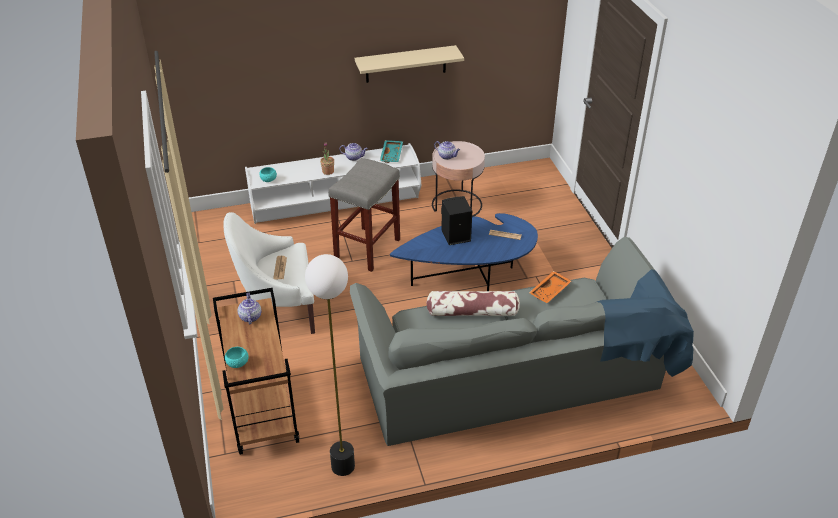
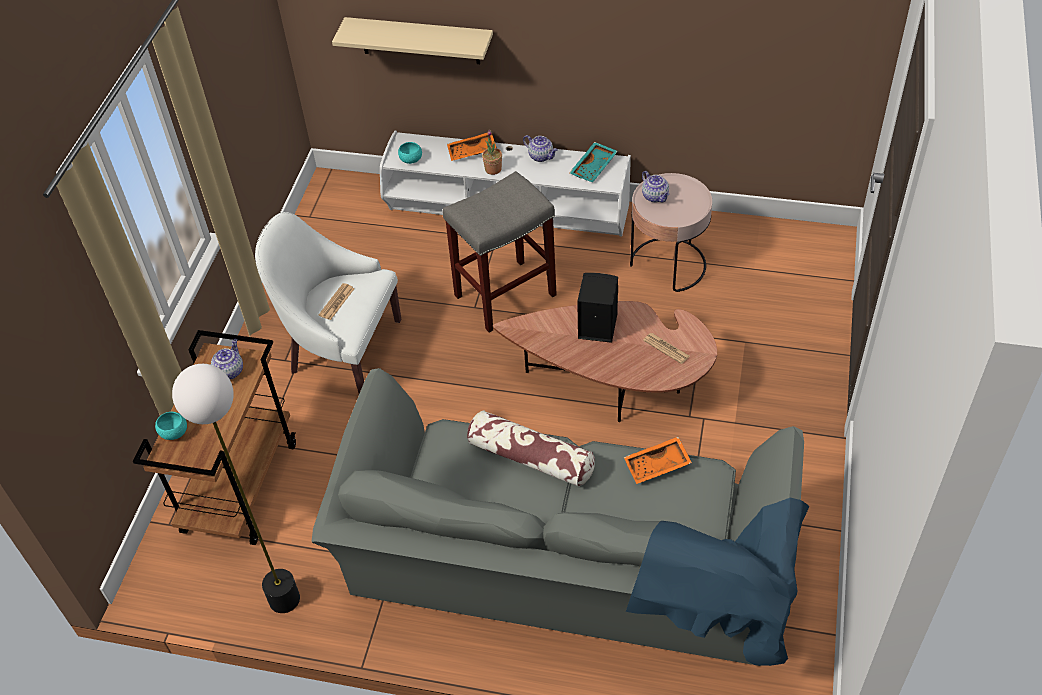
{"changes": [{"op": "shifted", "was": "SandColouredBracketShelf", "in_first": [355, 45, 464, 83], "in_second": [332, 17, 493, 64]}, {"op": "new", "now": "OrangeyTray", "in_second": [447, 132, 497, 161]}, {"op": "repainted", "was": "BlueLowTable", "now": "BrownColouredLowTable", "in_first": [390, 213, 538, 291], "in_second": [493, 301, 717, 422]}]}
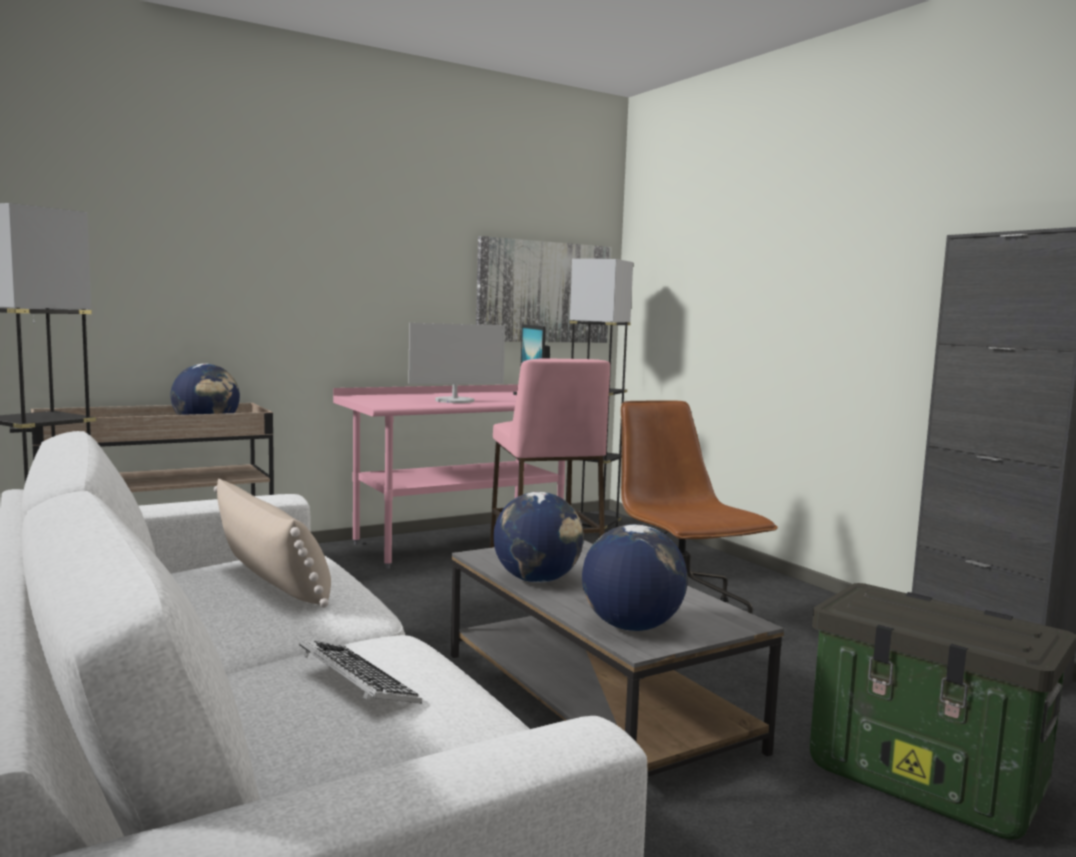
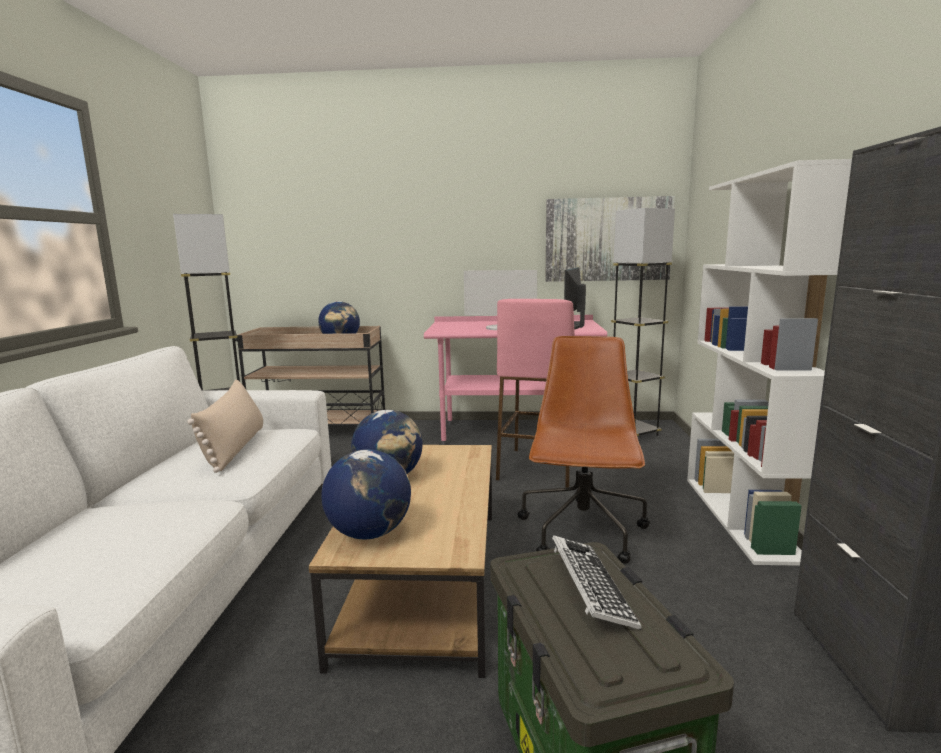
{"changes": [{"op": "repainted", "was": "GrayLowTable", "now": "BrownColouredLowTable", "in_first": [451, 540, 784, 777], "in_second": [309, 445, 492, 678]}, {"op": "shifted", "was": "Keyboard", "in_first": [298, 640, 422, 704], "in_second": [552, 535, 642, 630]}, {"op": "new", "now": "WhiteColouredShelvingUnit", "in_second": [687, 159, 852, 566]}]}
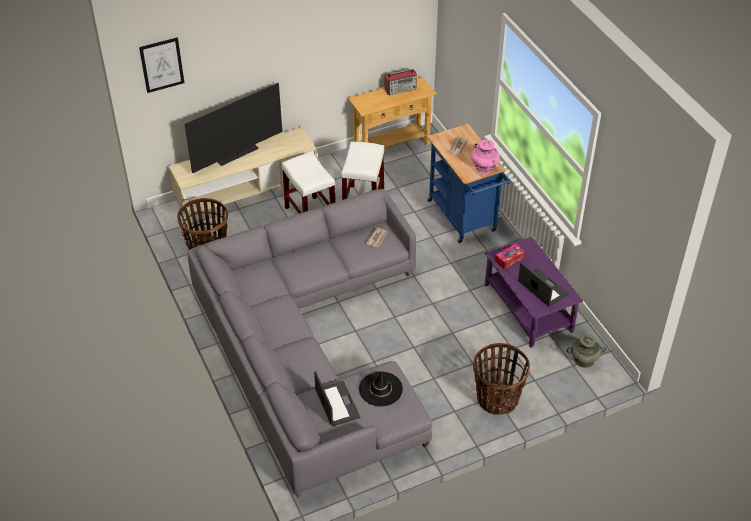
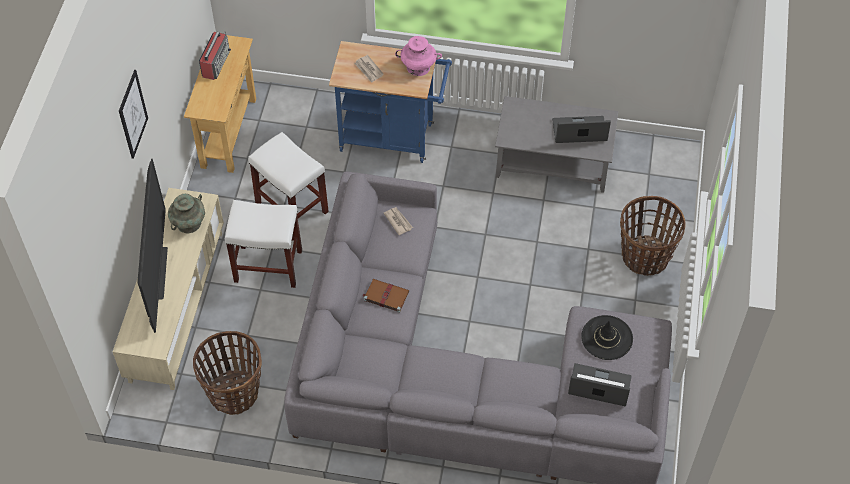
{"changes": [{"op": "shifted", "was": "WallPicture", "in_first": [139, 37, 184, 93], "in_second": [119, 70, 148, 159]}, {"op": "shifted", "was": "TurquoiseDecorativeVase", "in_first": [567, 334, 606, 368], "in_second": [168, 194, 205, 233]}, {"op": "new", "now": "BrownColouredBook", "in_second": [363, 279, 409, 313]}, {"op": "repainted", "was": "PurpleColouredLowTable", "now": "GrayLowTable", "in_first": [484, 237, 583, 348], "in_second": [495, 96, 618, 193]}, {"op": "gone", "was": "BoxOfTissues", "in_first": [495, 244, 525, 269]}]}
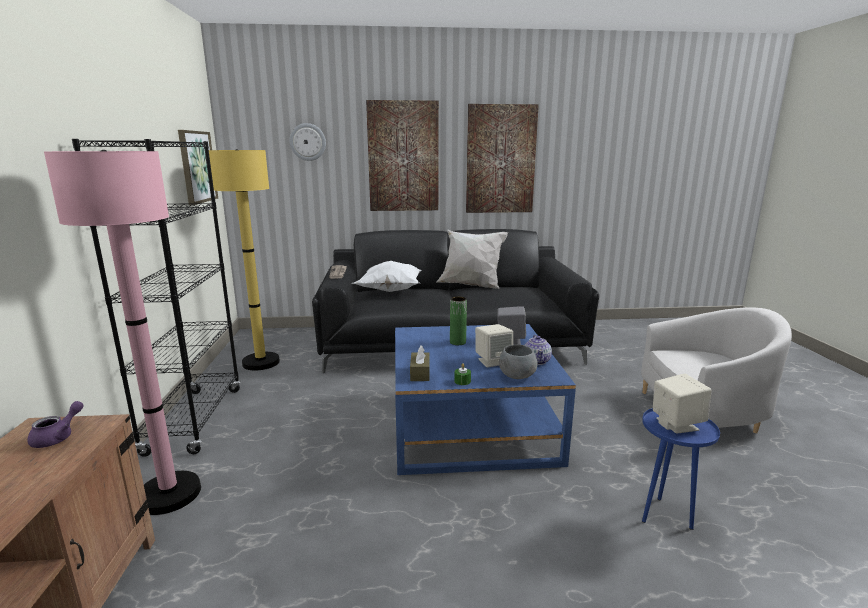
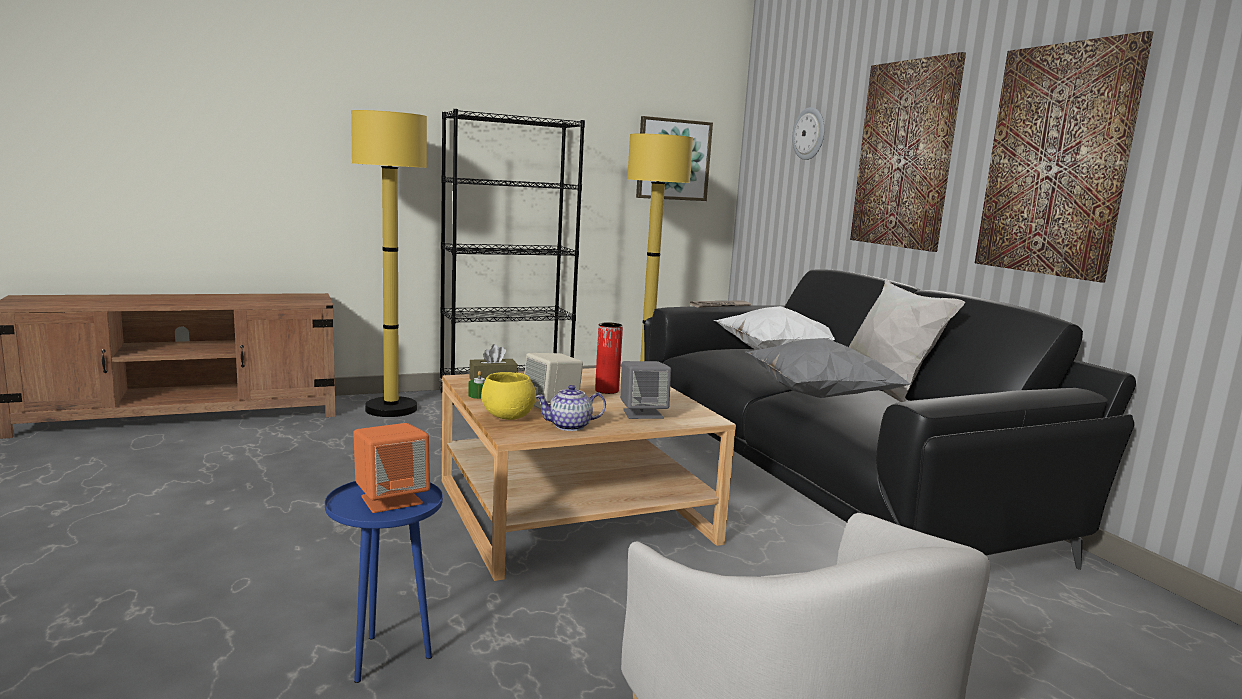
{"changes": [{"op": "repainted", "was": "PinkStandingLamp", "now": "YellowishStandingLamp", "in_first": [44, 150, 201, 515], "in_second": [351, 110, 427, 417]}, {"op": "repainted", "was": "SandColouredLoudspeaker", "now": "OrangeyLoudspeaker", "in_first": [653, 374, 712, 434], "in_second": [353, 423, 430, 513]}, {"op": "repainted", "was": "BlueLowTable", "now": "SandColouredLowTable", "in_first": [395, 324, 576, 475], "in_second": [442, 367, 736, 581]}, {"op": "repainted", "was": "GrayBowl", "now": "YellowishBowl", "in_first": [499, 345, 538, 379], "in_second": [481, 372, 536, 420]}, {"op": "repainted", "was": "GreenColouredDecorativeVase", "now": "ReddishDecorativeVase", "in_first": [450, 296, 467, 345], "in_second": [595, 322, 623, 394]}, {"op": "new", "now": "GrayThrowPillow", "in_second": [746, 338, 912, 398]}, {"op": "gone", "was": "PurpleColouredTeapot", "in_first": [27, 401, 84, 448]}]}
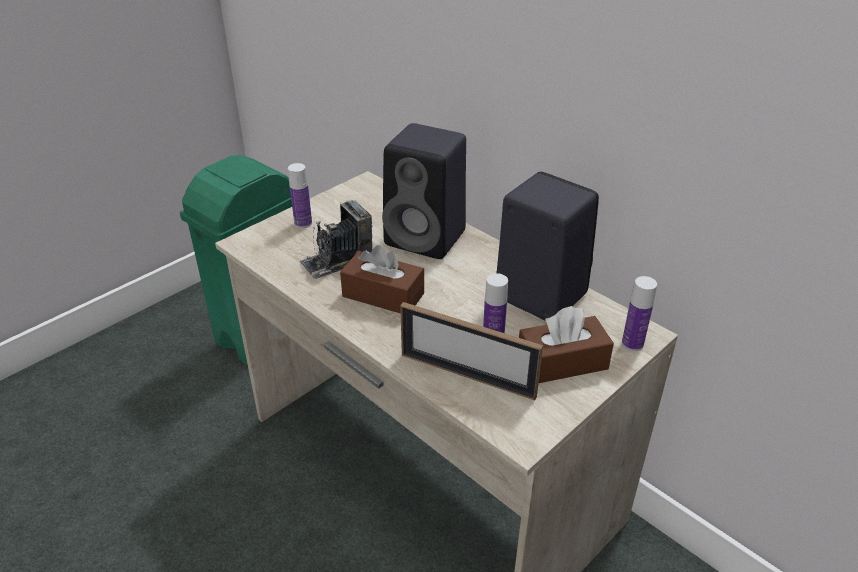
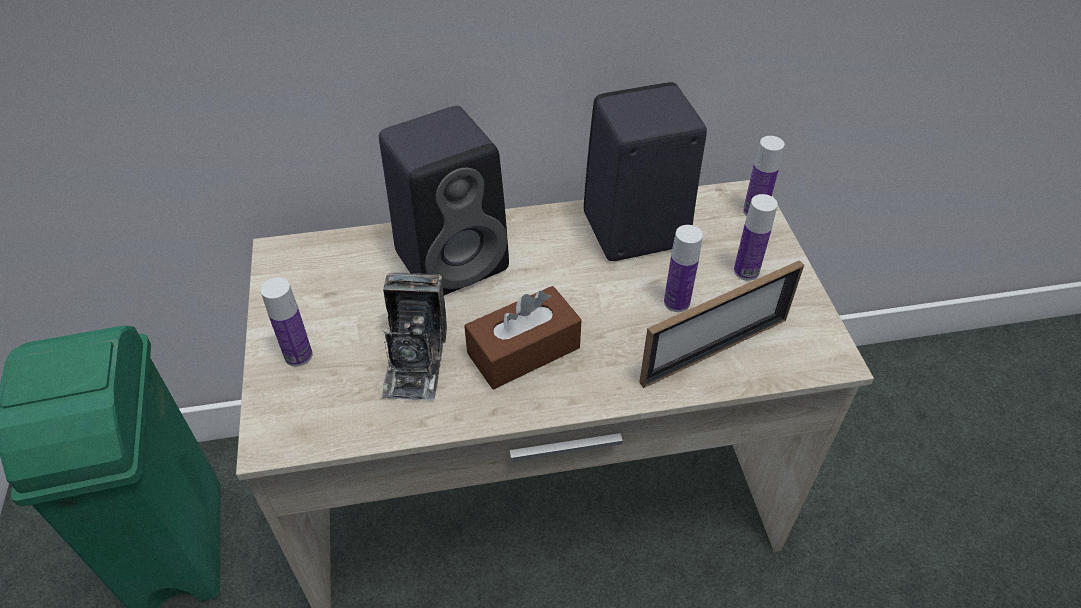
{"changes": [{"op": "swapped", "was": "BrownColouredBoxOfTissues", "now": "Bottle", "in_first": [519, 306, 614, 383], "in_second": [734, 194, 778, 281]}]}
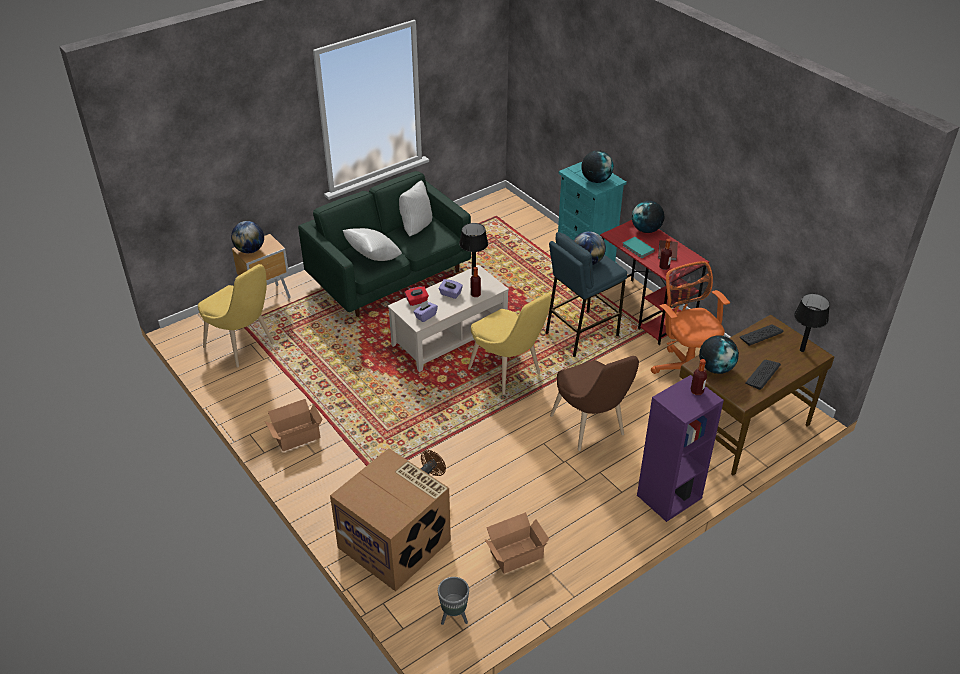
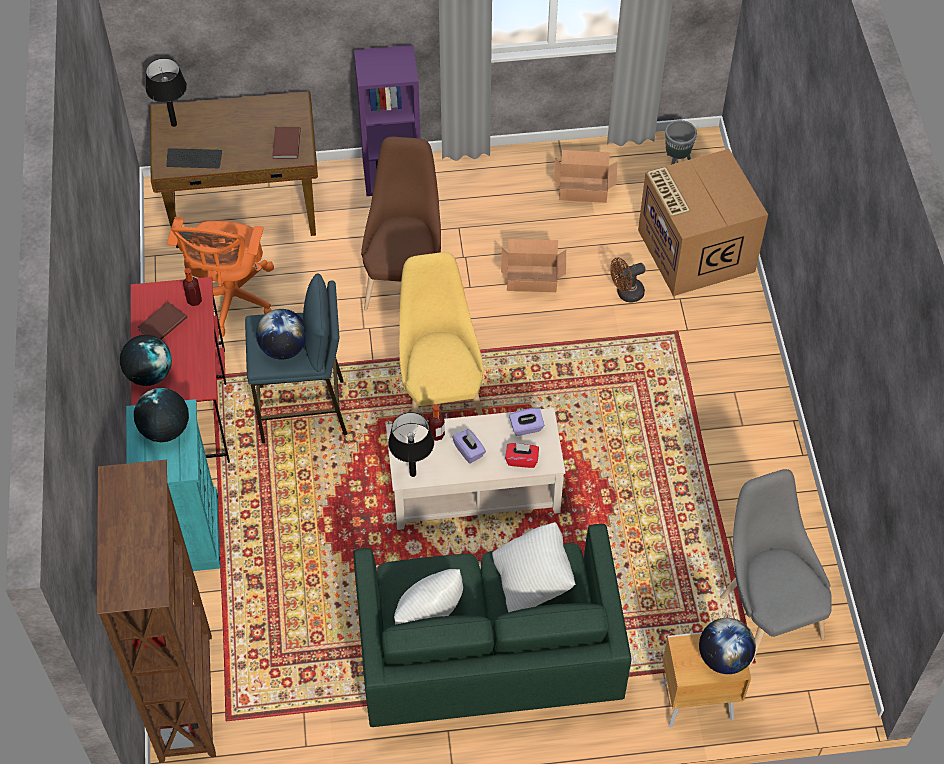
{"changes": [{"op": "new", "now": "BrownColouredShelvingUnit", "in_second": [97, 460, 216, 763]}, {"op": "swapped", "was": "DeskGlobe", "now": "BrownColouredBook", "in_first": [699, 335, 739, 374], "in_second": [272, 127, 301, 159]}, {"op": "shifted", "was": "CardboardBox", "in_first": [265, 399, 323, 451], "in_second": [501, 239, 566, 292]}, {"op": "repainted", "was": "YellowishChair", "now": "GrayChair", "in_first": [198, 264, 274, 368], "in_second": [720, 469, 832, 665]}, {"op": "gone", "was": "TurquoiseBook", "in_first": [622, 237, 655, 258]}, {"op": "gone", "was": "Bottle", "in_first": [691, 359, 707, 395]}, {"op": "gone", "was": "Keyboard", "in_first": [745, 360, 781, 390]}]}
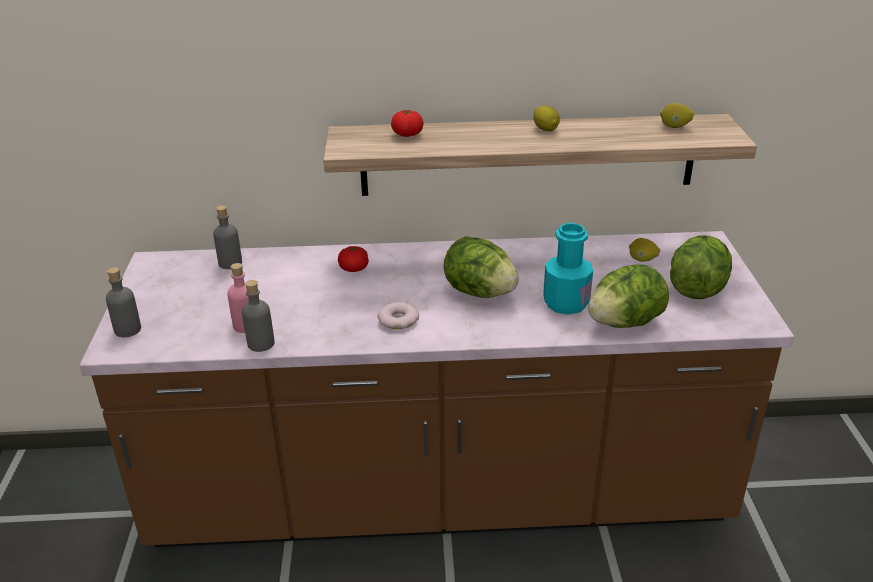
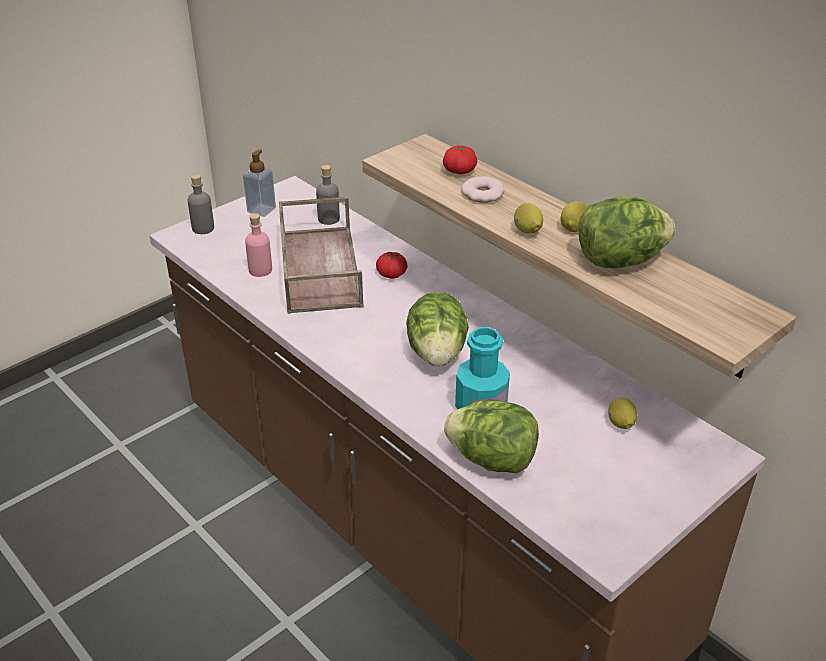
{"changes": [{"op": "new", "now": "SoapBottle", "in_second": [243, 149, 276, 217]}, {"op": "new", "now": "BrownColouredTray", "in_second": [279, 197, 364, 314]}, {"op": "shifted", "was": "Donut", "in_first": [377, 302, 419, 329], "in_second": [461, 176, 505, 203]}, {"op": "shifted", "was": "Lemon", "in_first": [660, 103, 694, 128], "in_second": [514, 203, 543, 234]}, {"op": "shifted", "was": "HeadOfLettuce", "in_first": [670, 235, 732, 299], "in_second": [578, 197, 675, 268]}, {"op": "gone", "was": "GrayBottle", "in_first": [242, 280, 275, 352]}]}
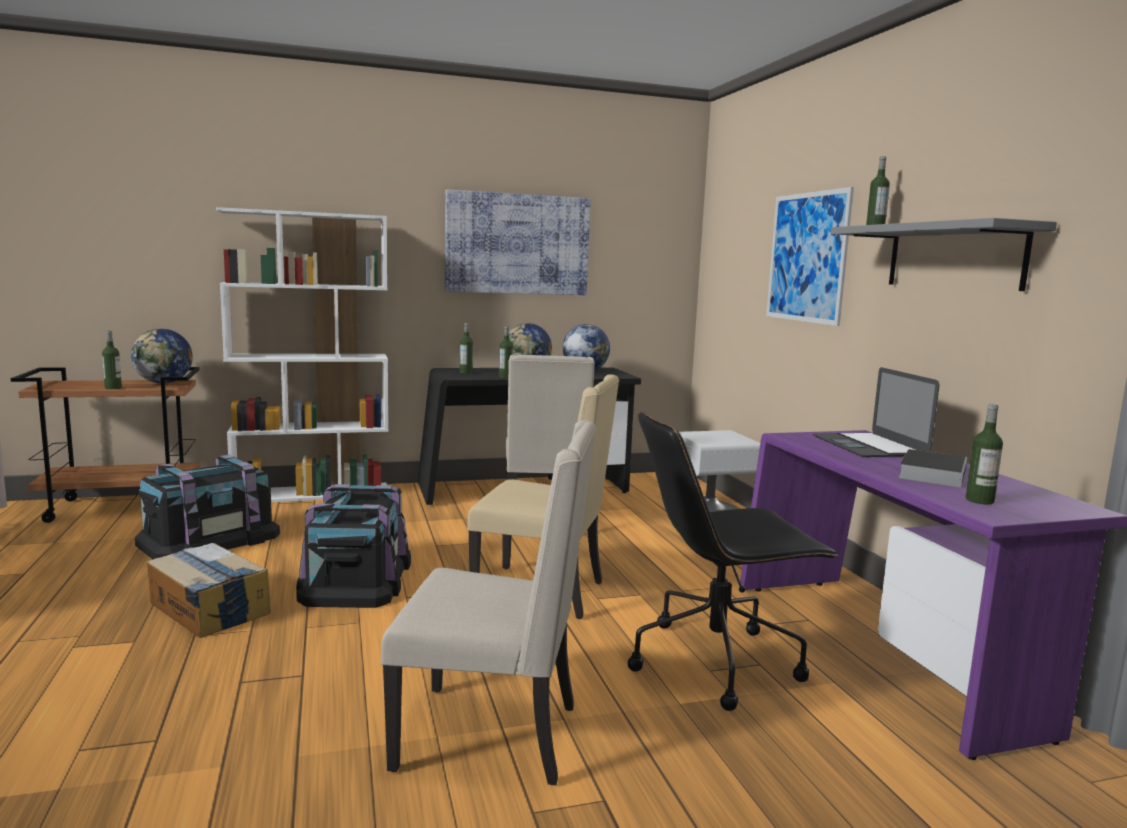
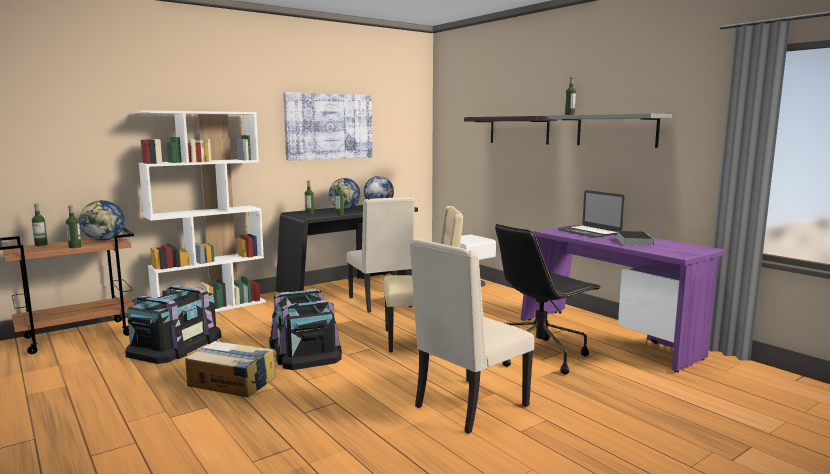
{"changes": [{"op": "shifted", "was": "Bottle", "in_first": [966, 404, 1003, 504], "in_second": [32, 204, 48, 246]}, {"op": "rotated", "was": "SandColouredChair", "in_first": [381, 420, 596, 785], "in_second": [409, 238, 534, 434], "clockwise": 150}, {"op": "swapped", "was": "WallPicture", "now": "BracketShelf", "in_first": [766, 187, 854, 326], "in_second": [464, 116, 558, 145]}]}
